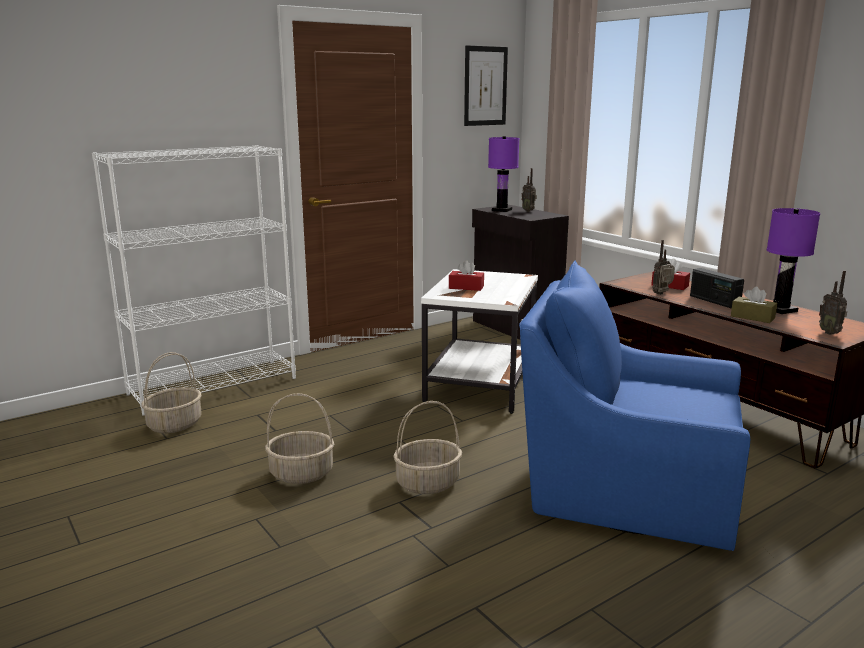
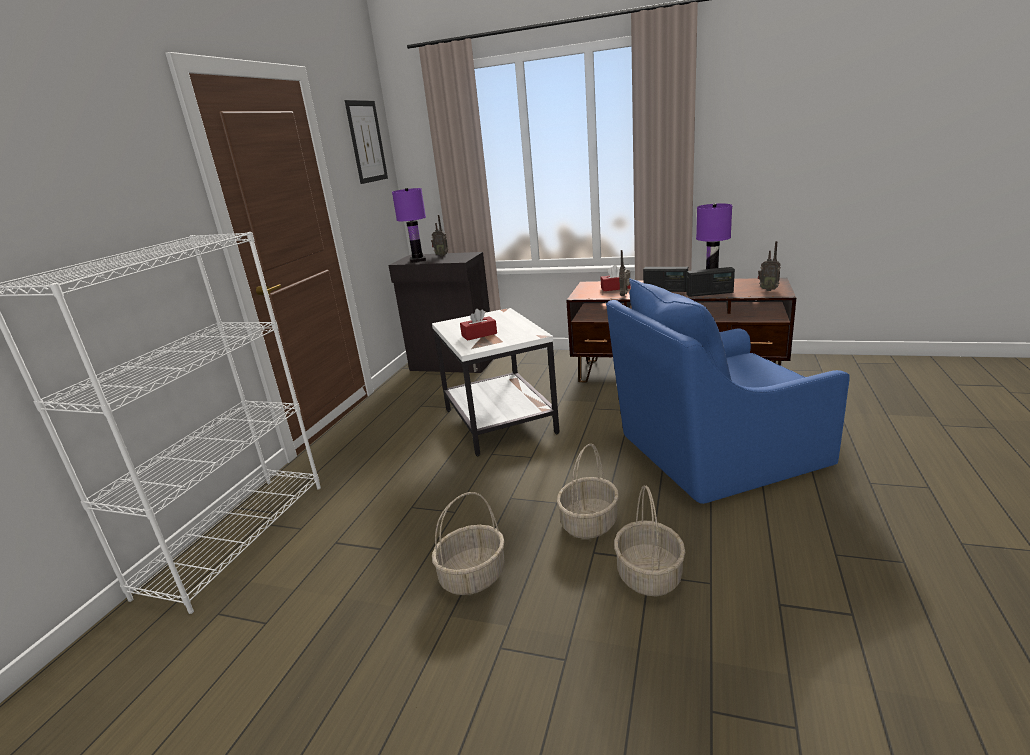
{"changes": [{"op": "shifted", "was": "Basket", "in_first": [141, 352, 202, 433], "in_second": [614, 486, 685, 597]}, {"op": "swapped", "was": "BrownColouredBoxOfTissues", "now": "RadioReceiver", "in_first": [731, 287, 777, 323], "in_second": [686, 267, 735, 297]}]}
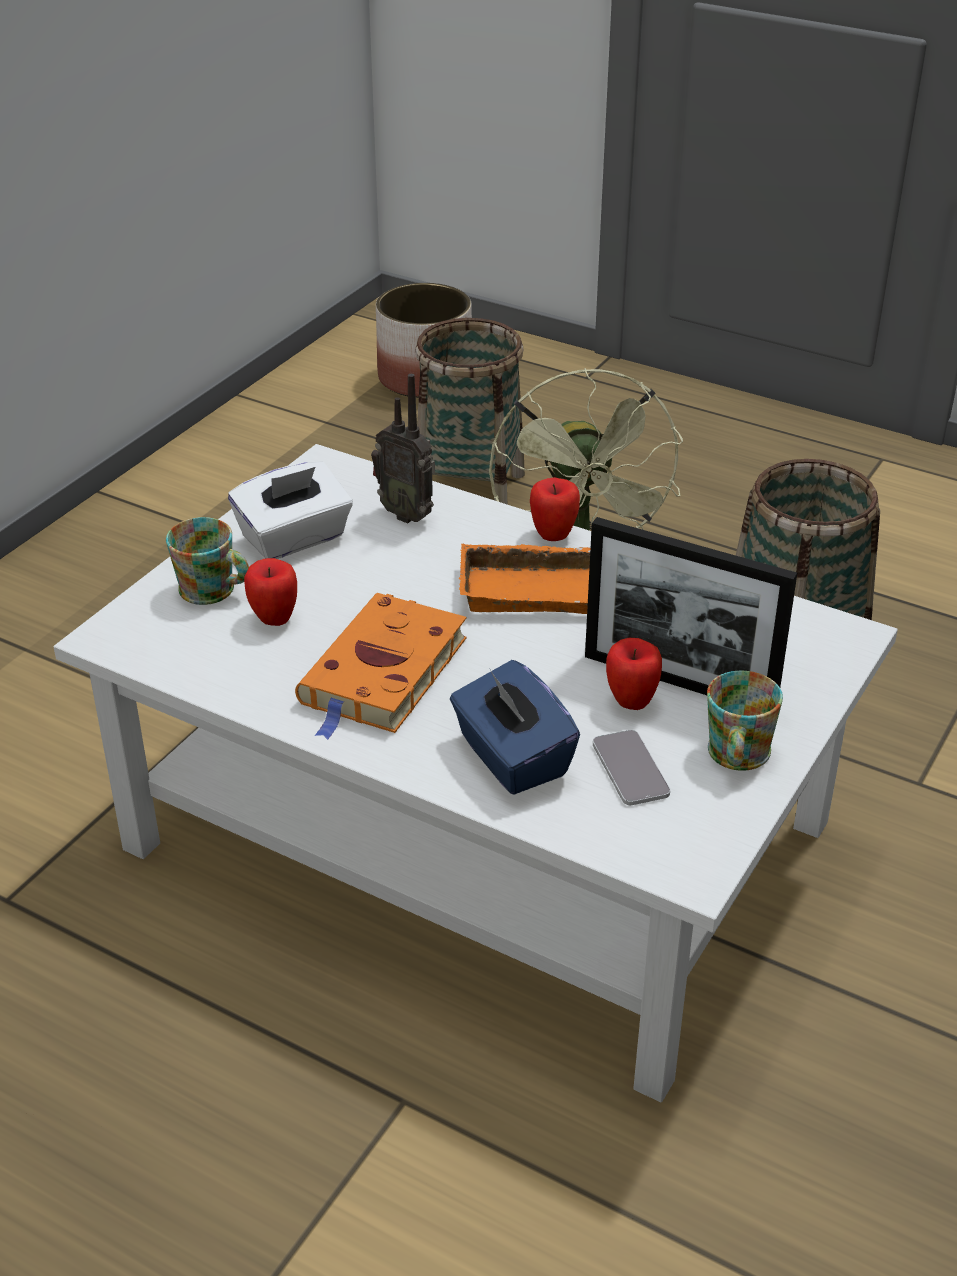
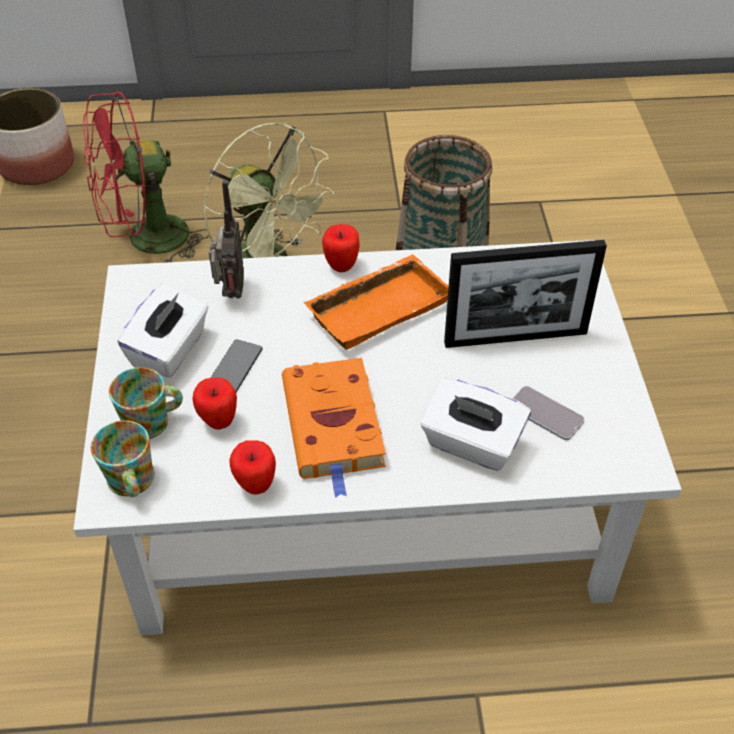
{"changes": [{"op": "swapped", "was": "Basket", "now": "ReddishFan", "in_first": [415, 318, 525, 504], "in_second": [83, 92, 209, 263]}, {"op": "shifted", "was": "CoffeeMug", "in_first": [707, 671, 783, 771], "in_second": [91, 420, 155, 497]}, {"op": "rotated", "was": "RadioReceiver", "in_first": [371, 374, 435, 523], "in_second": [209, 181, 244, 298], "clockwise": -90}, {"op": "new", "now": "Telephone", "in_second": [211, 339, 263, 392]}, {"op": "shifted", "was": "Apple", "in_first": [606, 638, 662, 710], "in_second": [229, 441, 276, 494]}, {"op": "repainted", "was": "BlueBoxOfTissues", "now": "WhiteColouredBoxOfTissues", "in_first": [450, 660, 580, 795], "in_second": [421, 378, 531, 471]}]}
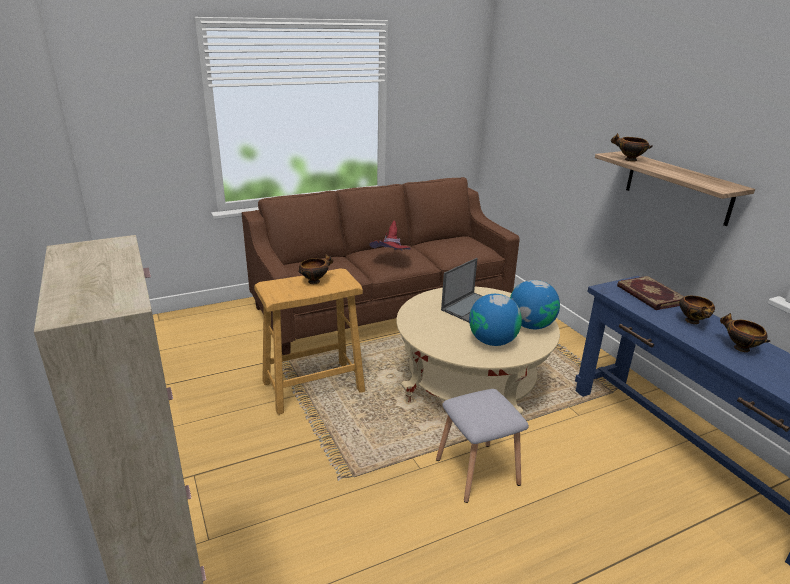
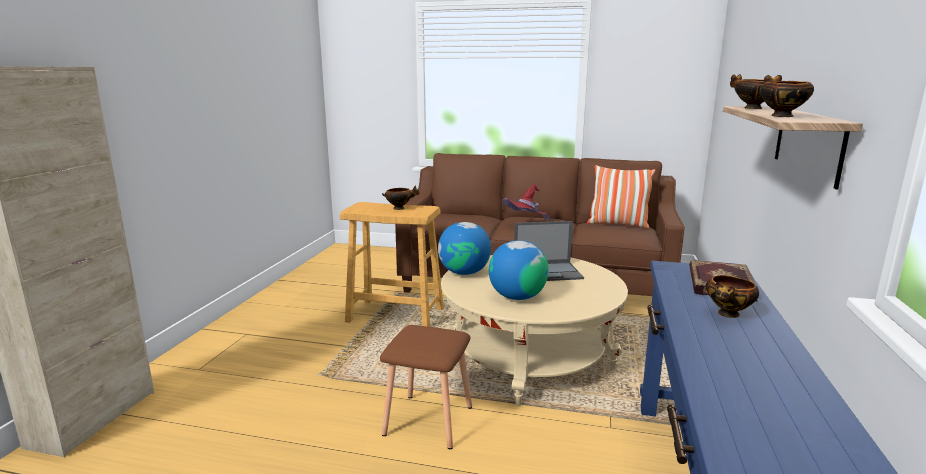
{"changes": [{"op": "repainted", "was": "GrayStool", "now": "BrownColouredStool", "in_first": [436, 389, 529, 503], "in_second": [380, 325, 472, 449]}, {"op": "shifted", "was": "DeskGlobe", "in_first": [510, 280, 560, 329], "in_second": [438, 222, 491, 275]}, {"op": "new", "now": "ThrowPillow", "in_second": [587, 165, 655, 228]}, {"op": "shifted", "was": "Bowl", "in_first": [720, 313, 770, 352], "in_second": [760, 75, 814, 117]}]}
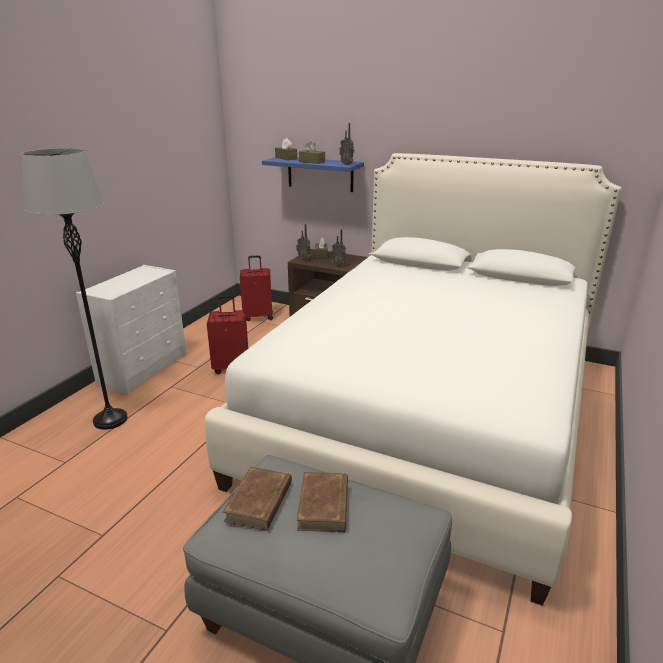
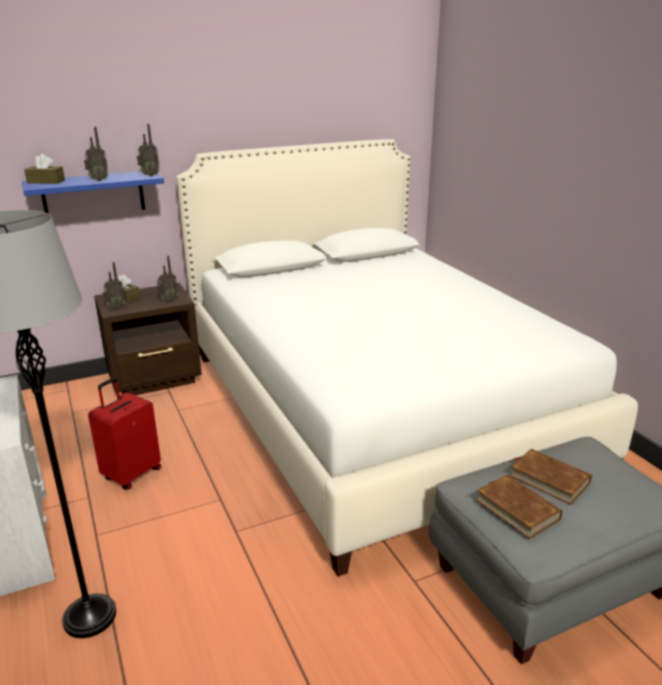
{"changes": [{"op": "swapped", "was": "BrownColouredBoxOfTissues", "now": "RadioReceiver", "in_first": [299, 141, 325, 164], "in_second": [84, 127, 108, 181]}, {"op": "gone", "was": "ReddishSuitcase", "in_first": [240, 256, 273, 321]}]}
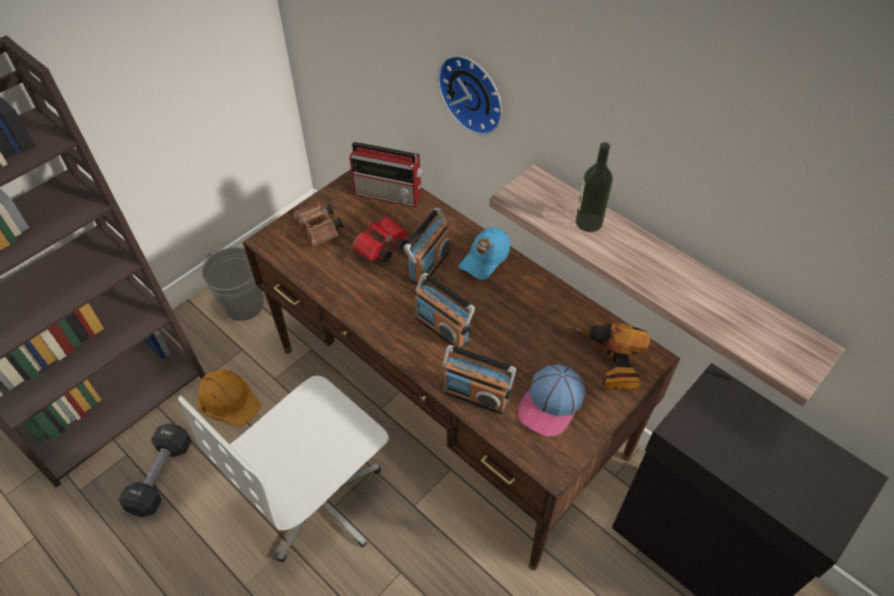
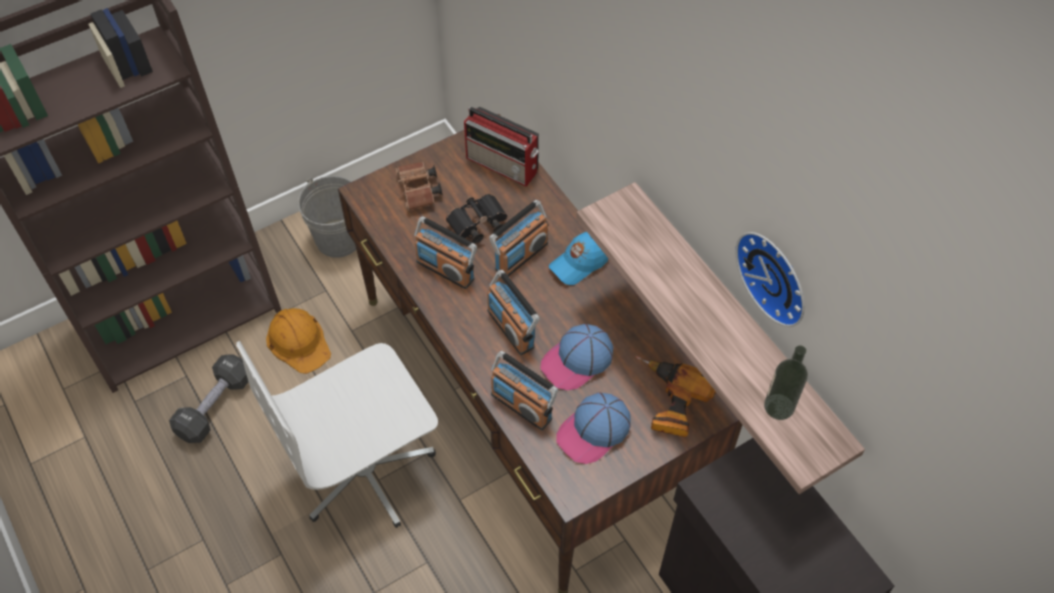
{"changes": [{"op": "new", "now": "RadioReceiver", "in_second": [414, 216, 477, 289]}, {"op": "repainted", "was": "ReddishPairOfBinoculars", "now": "BlackPairOfBinoculars", "in_first": [353, 217, 408, 262], "in_second": [446, 194, 507, 244]}, {"op": "new", "now": "BaseballCap", "in_second": [540, 324, 613, 390]}, {"op": "shifted", "was": "ClockOnTheWall", "in_first": [438, 55, 502, 135], "in_second": [735, 232, 805, 327]}, {"op": "shifted", "was": "Bottle", "in_first": [575, 142, 613, 232], "in_second": [764, 345, 808, 420]}]}
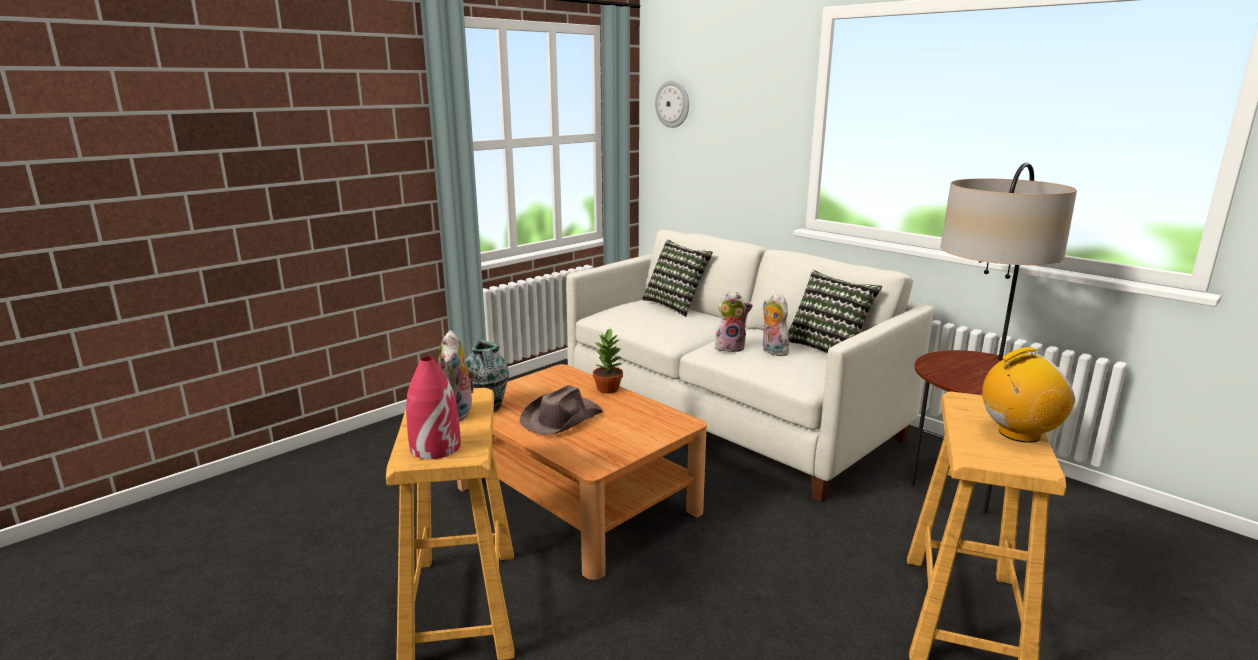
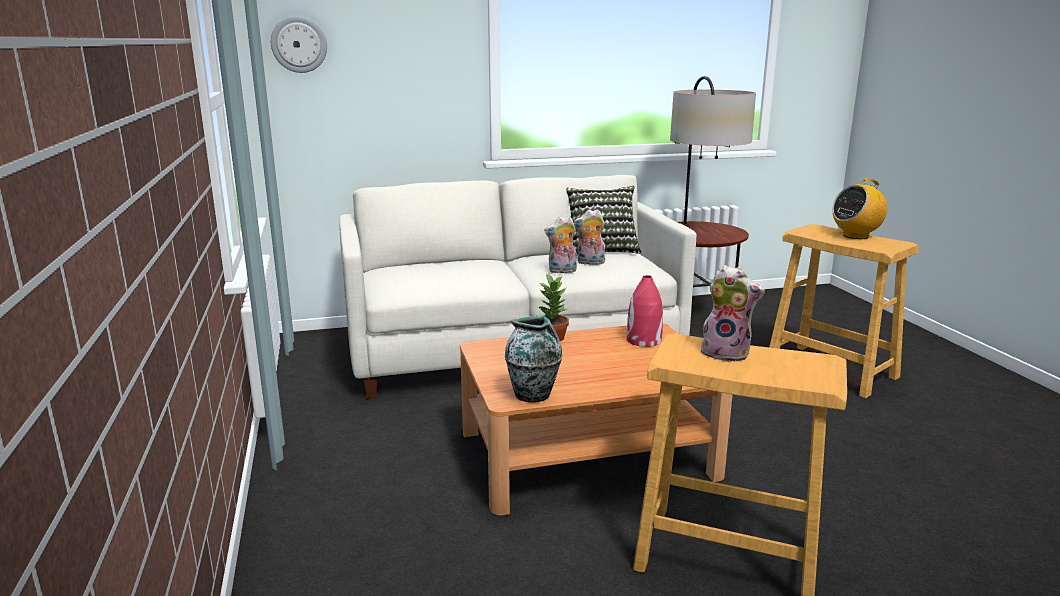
{"changes": [{"op": "rotated", "was": "PlushToy", "in_first": [715, 292, 753, 352], "in_second": [544, 216, 577, 273], "clockwise": -135}, {"op": "shifted", "was": "ReddishDecorativeVase", "in_first": [406, 356, 461, 459], "in_second": [627, 275, 663, 347]}, {"op": "rotated", "was": "RadioReceiver", "in_first": [982, 347, 1075, 443], "in_second": [832, 178, 887, 239], "clockwise": -135}, {"op": "gone", "was": "BrownColouredClothingHat", "in_first": [520, 385, 603, 434]}, {"op": "gone", "was": "ThrowPillow", "in_first": [642, 240, 713, 317]}]}
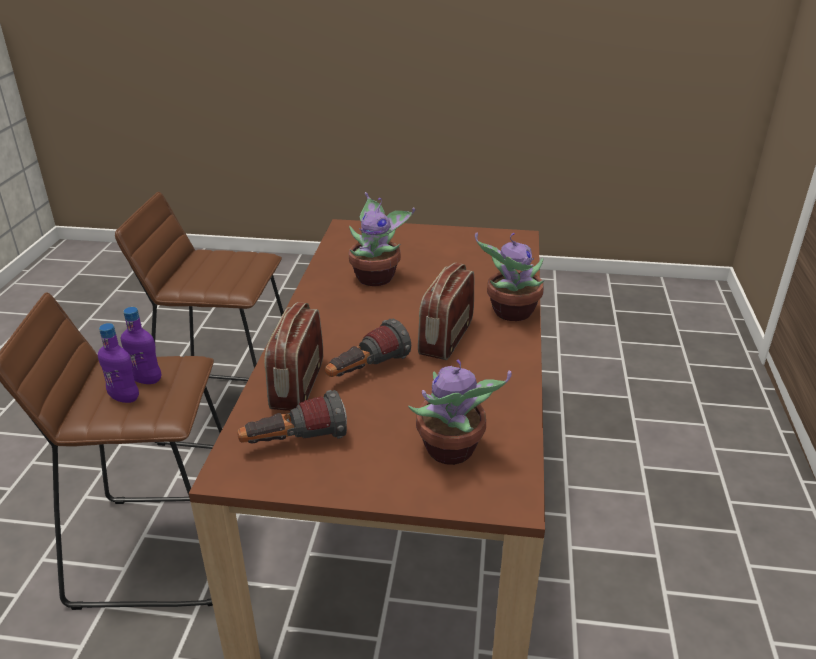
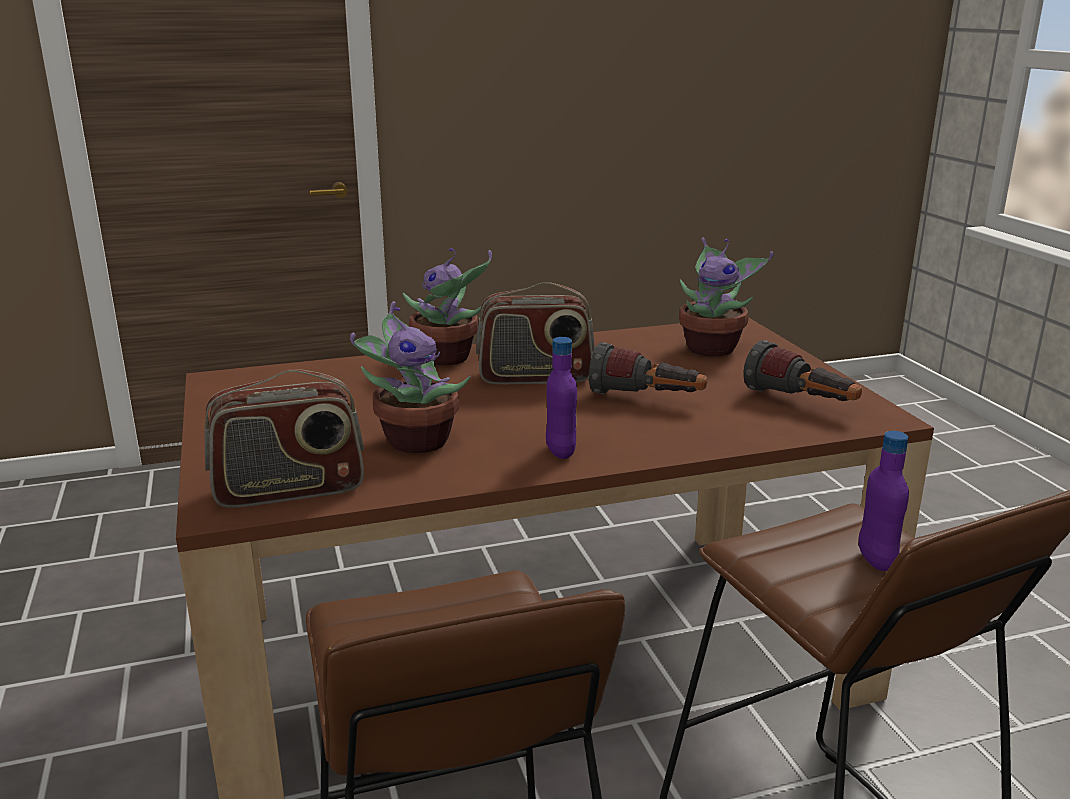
{"changes": [{"op": "shifted", "was": "RadioReceiver", "in_first": [264, 302, 323, 411], "in_second": [205, 369, 364, 508]}, {"op": "shifted", "was": "PurpleColouredBottle", "in_first": [121, 307, 161, 384], "in_second": [546, 337, 577, 459]}]}
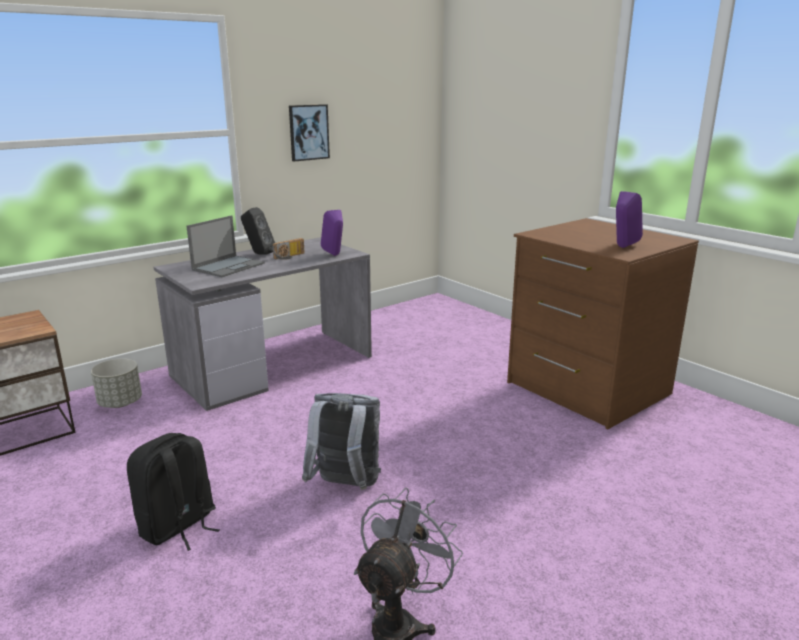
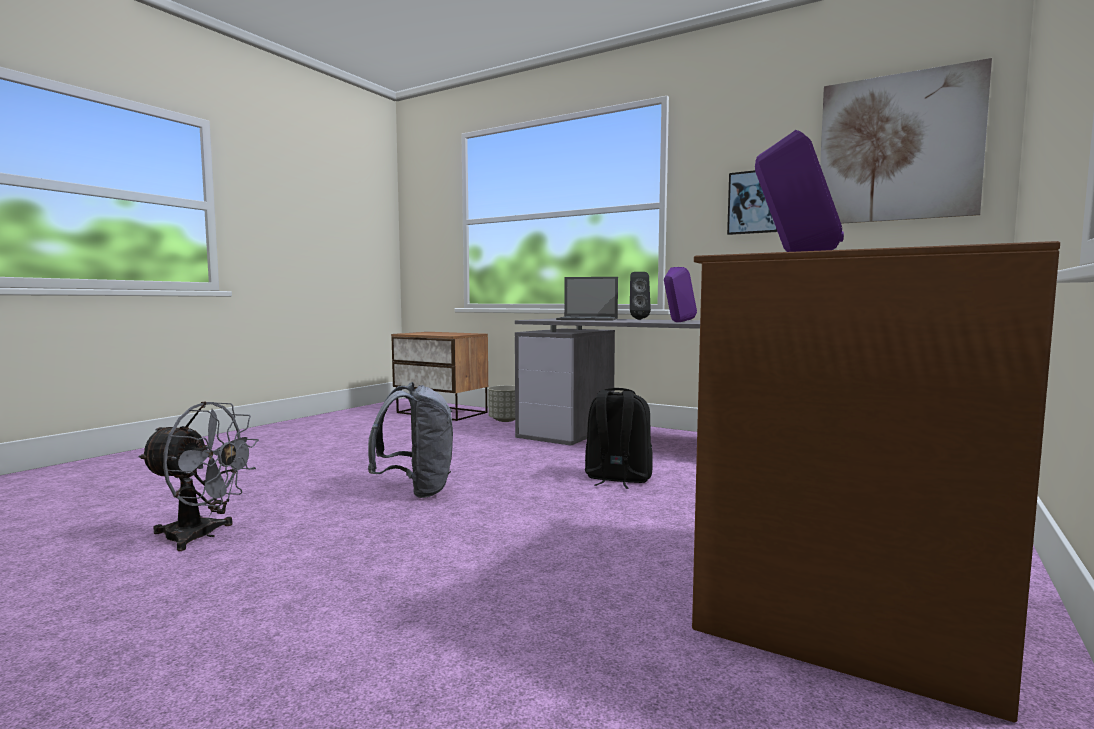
{"changes": [{"op": "shifted", "was": "BlackRucksack", "in_first": [127, 433, 220, 551], "in_second": [585, 388, 653, 489]}, {"op": "new", "now": "WallPicture", "in_second": [820, 58, 992, 224]}, {"op": "gone", "was": "RadioReceiver", "in_first": [272, 238, 305, 260]}]}
